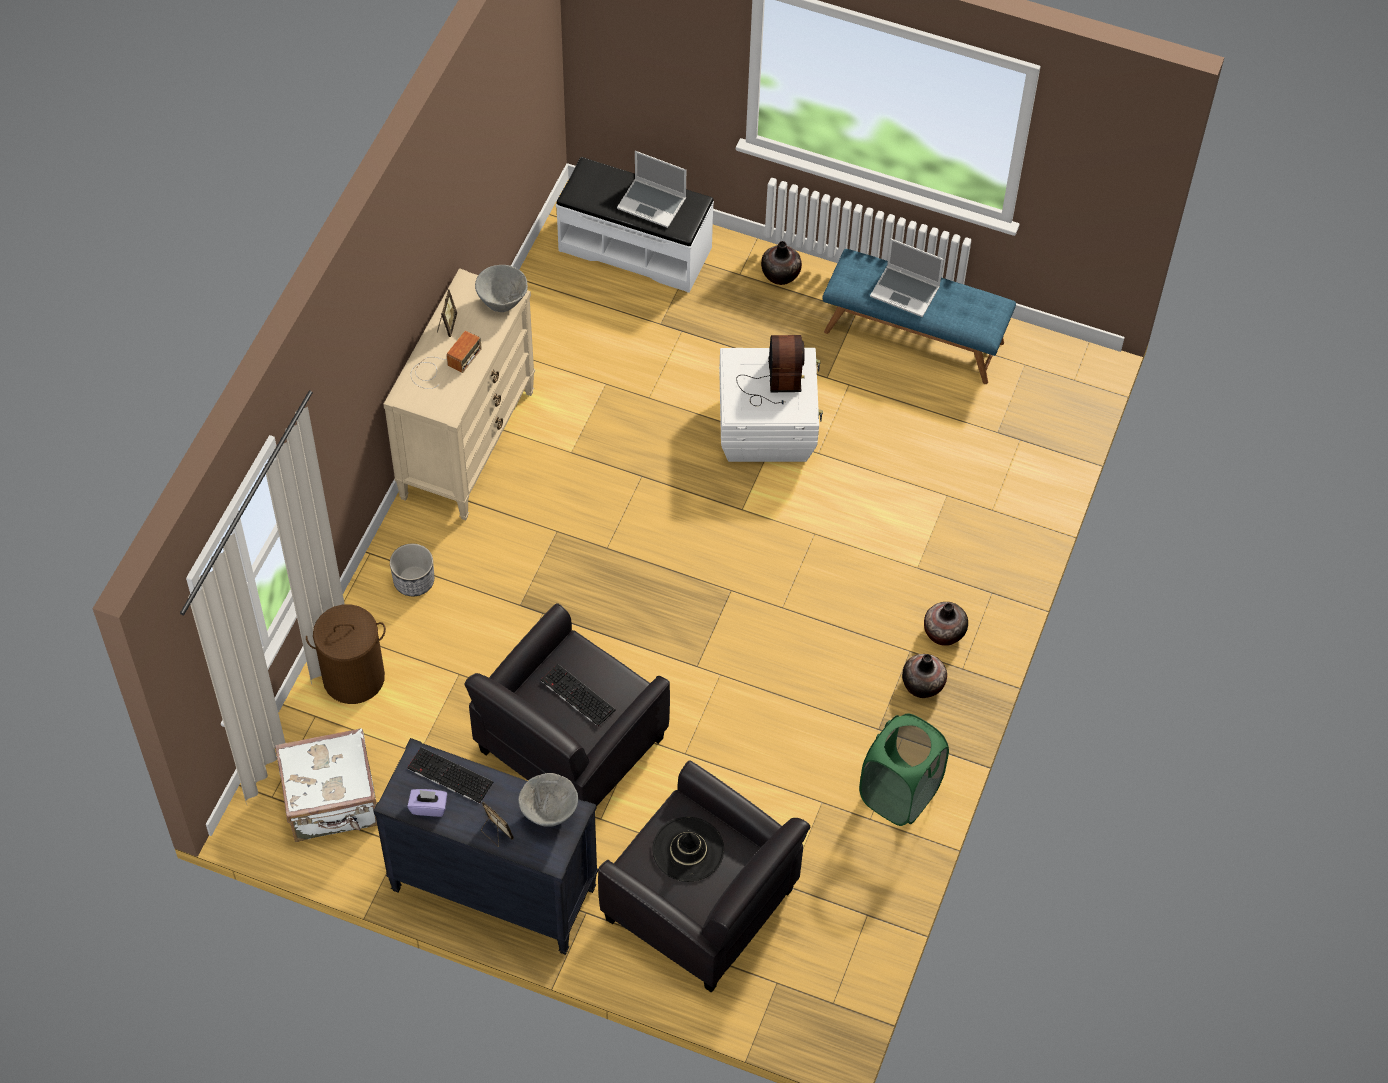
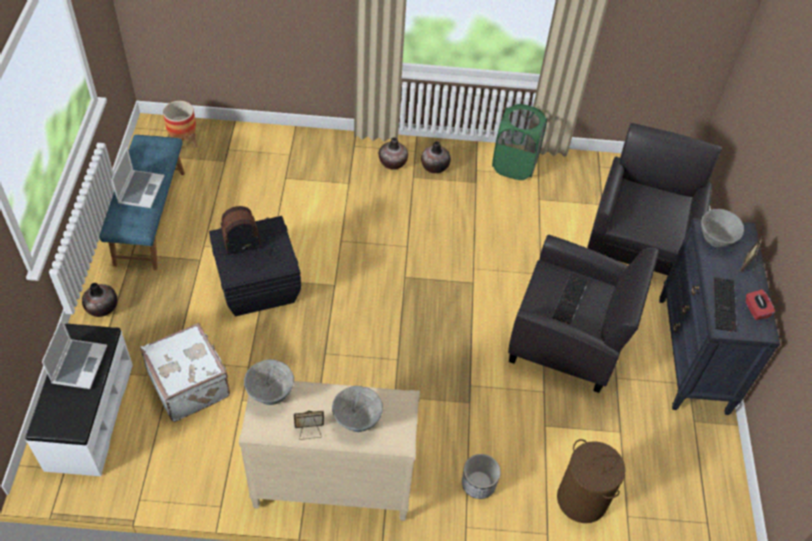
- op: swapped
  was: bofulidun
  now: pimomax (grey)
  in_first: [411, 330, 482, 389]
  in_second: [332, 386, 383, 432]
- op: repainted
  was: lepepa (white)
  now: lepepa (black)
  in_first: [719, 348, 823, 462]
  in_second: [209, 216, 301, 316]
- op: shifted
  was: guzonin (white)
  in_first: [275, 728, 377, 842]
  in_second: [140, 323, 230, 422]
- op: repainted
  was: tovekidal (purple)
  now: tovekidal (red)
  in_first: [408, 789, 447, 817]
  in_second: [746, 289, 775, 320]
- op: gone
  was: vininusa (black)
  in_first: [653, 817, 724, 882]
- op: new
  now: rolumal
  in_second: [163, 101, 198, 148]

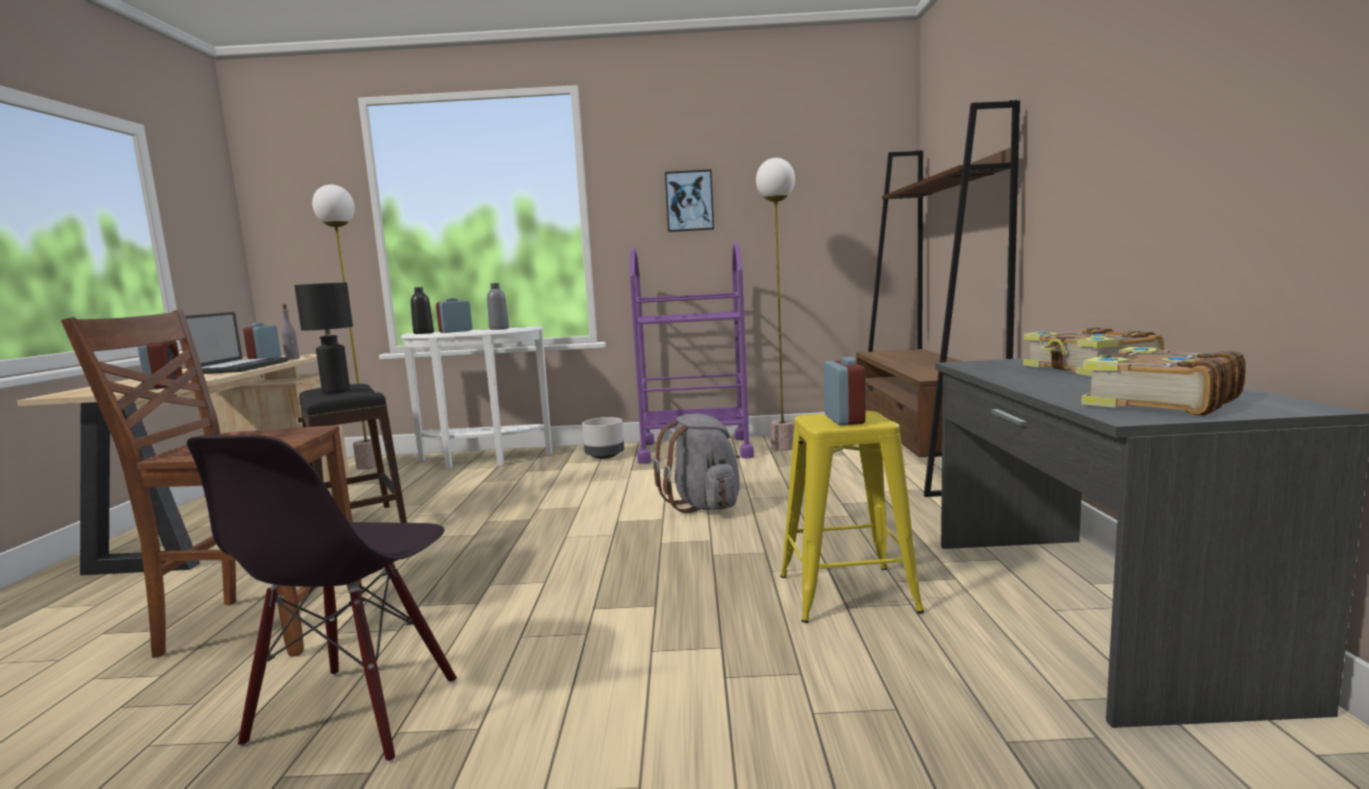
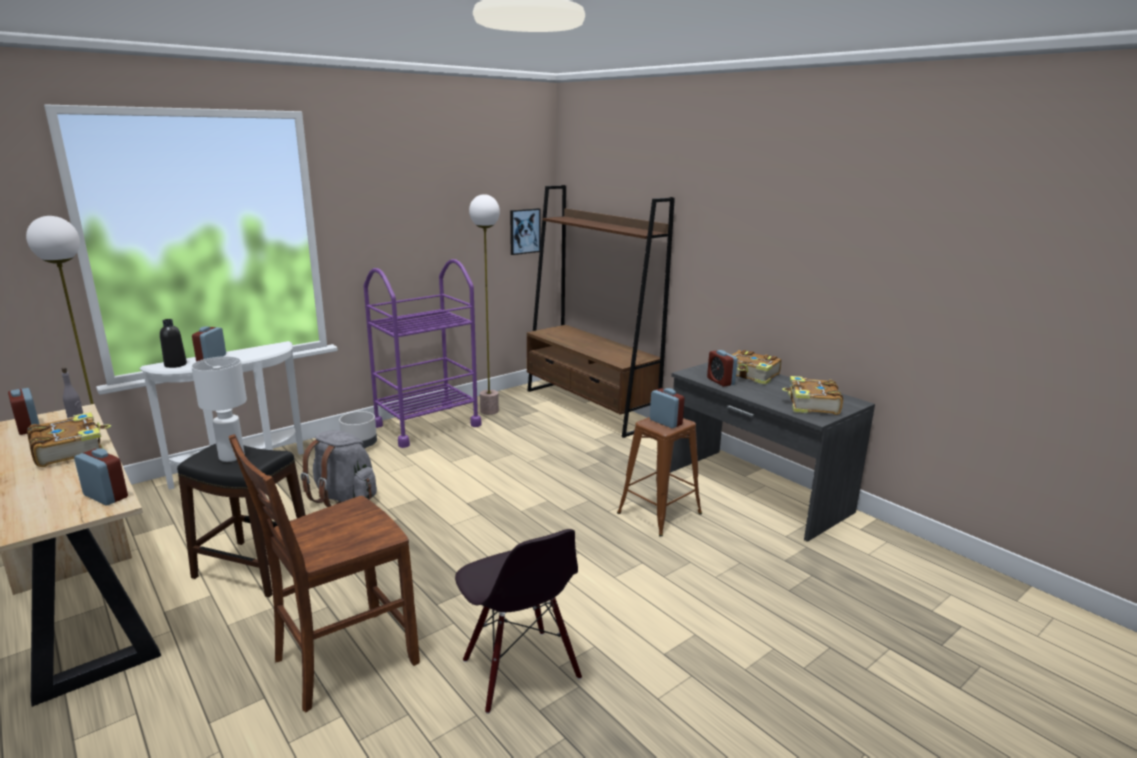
- op: shifted
  was: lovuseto
  in_first: [665, 169, 714, 232]
  in_second: [510, 208, 541, 255]
- op: repainted
  was: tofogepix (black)
  now: tofogepix (white)
  in_first: [294, 282, 353, 393]
  in_second: [191, 356, 247, 462]
- op: gone
  was: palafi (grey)
  in_first: [487, 283, 509, 330]
- op: swapped
  was: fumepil
  now: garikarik
  in_first: [185, 312, 288, 374]
  in_second: [27, 412, 111, 467]
- op: repainted
  was: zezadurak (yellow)
  now: zezadurak (brown)
  in_first: [780, 411, 924, 623]
  in_second: [617, 417, 702, 536]
- op: shifted
  was: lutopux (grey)
  in_first: [653, 414, 740, 513]
  in_second: [301, 430, 377, 507]
- op: new
  now: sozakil
  in_second: [707, 350, 738, 387]

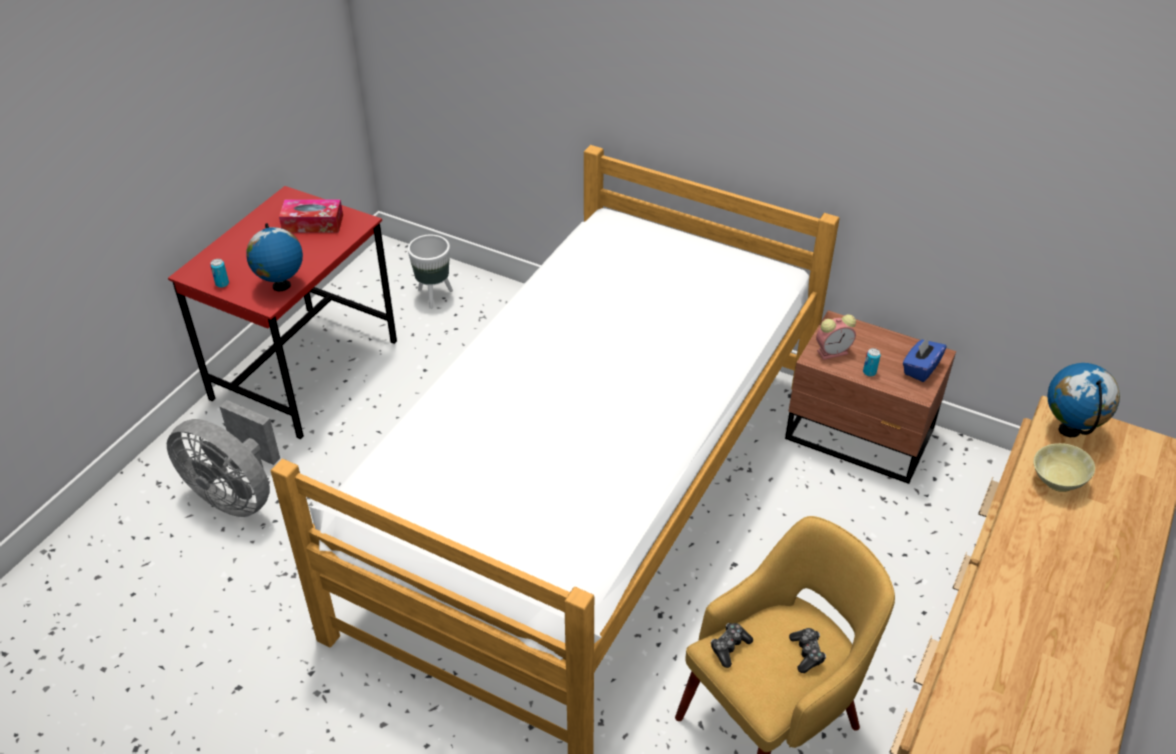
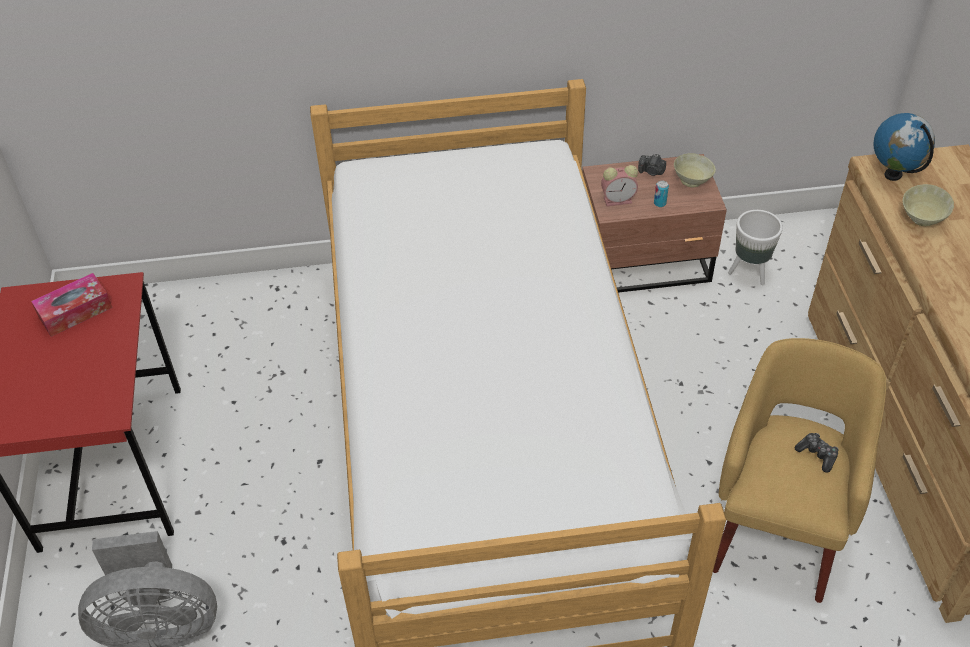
- op: gone
  was: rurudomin
  in_first: [246, 223, 303, 291]
- op: shifted
  was: rolumal (white)
  in_first: [408, 235, 453, 309]
  in_second: [728, 210, 783, 285]
- op: gone
  was: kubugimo
  in_first: [210, 259, 229, 288]
- op: rotated
  was: sozakil
  in_first: [816, 314, 856, 360]
  in_second: [601, 165, 638, 206]
  clockwise: 45
- op: swapped
  was: tovekidal (blue)
  now: pimomax (beige)
  in_first: [903, 337, 947, 382]
  in_second: [674, 153, 716, 187]
- op: gone
  was: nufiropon
  in_first: [711, 623, 753, 668]
- op: new
  now: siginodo
  in_second: [638, 154, 666, 176]

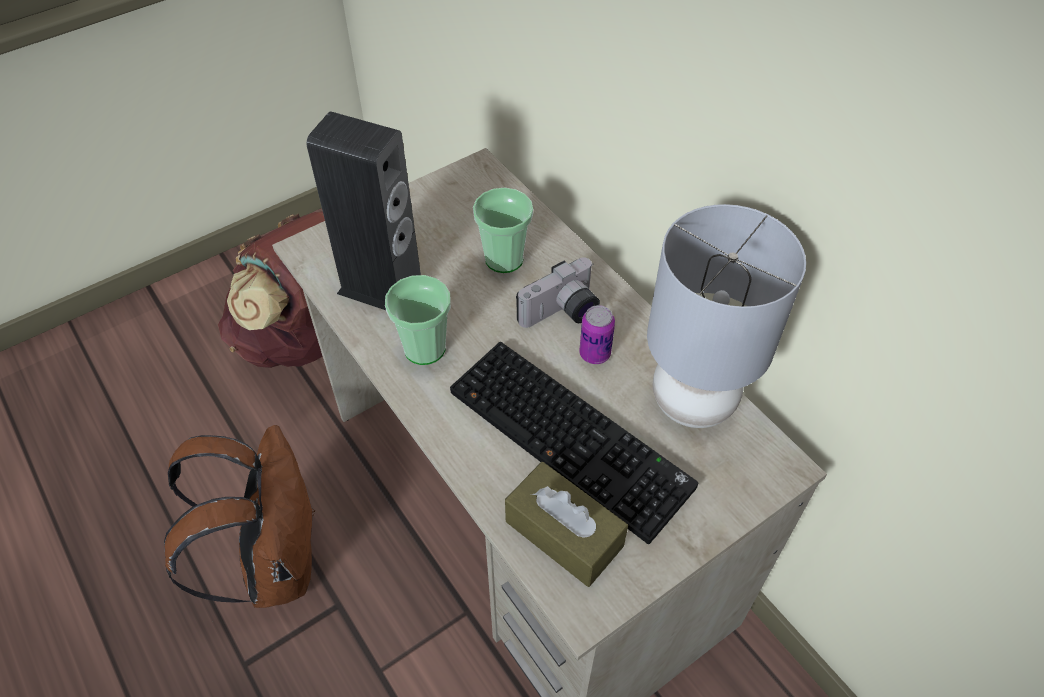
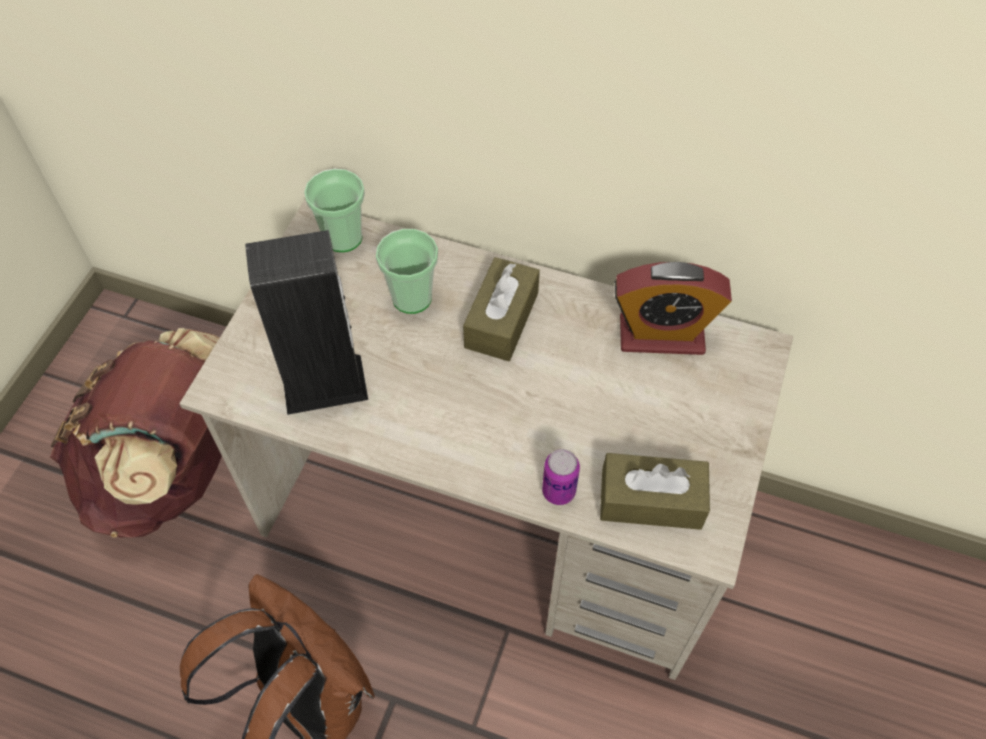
- op: swapped
  was: tofogepix (grey)
  now: sozakil
  in_first: [647, 204, 806, 428]
  in_second: [615, 262, 732, 355]
- op: swapped
  was: siginodo
  now: tovekidal (brown)
  in_first: [516, 257, 600, 328]
  in_second: [463, 257, 540, 361]
- op: shifted
  was: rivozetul
  in_first: [385, 275, 451, 365]
  in_second: [304, 169, 365, 252]
- op: shifted
  was: kubugimo
  in_first: [579, 305, 615, 364]
  in_second: [542, 449, 580, 505]
- op: gone
  was: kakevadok
  in_first: [450, 342, 698, 544]

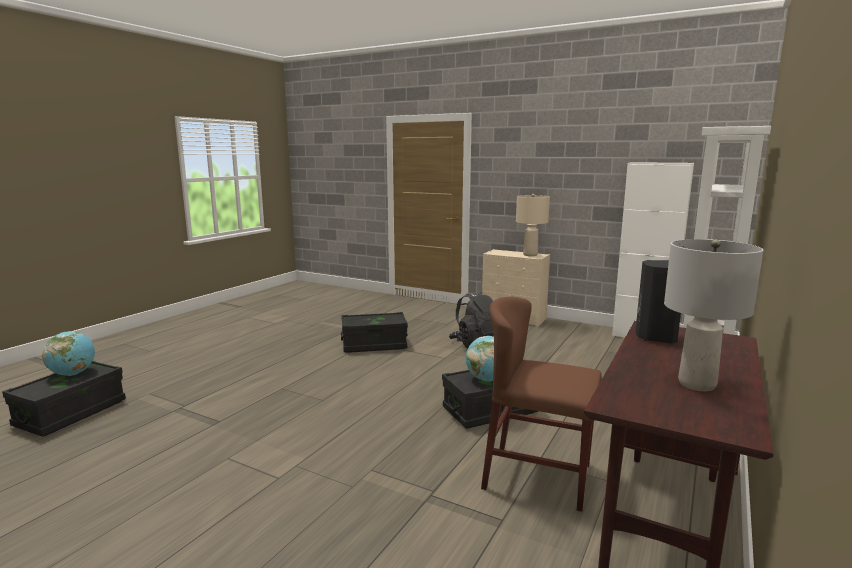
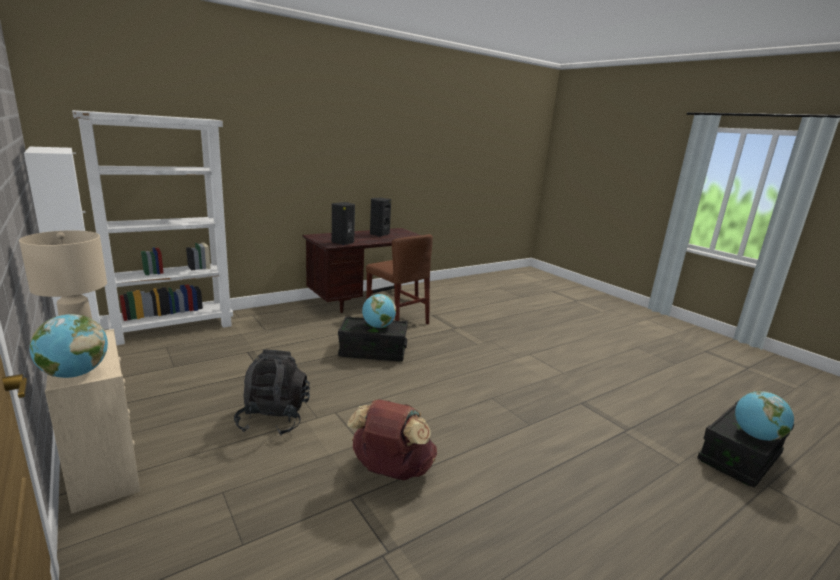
- op: swapped
  was: tofogepix (grey)
  now: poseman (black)
  in_first: [664, 239, 763, 391]
  in_second: [370, 198, 391, 237]
- op: swapped
  was: lepepa (black)
  now: lutopux (brown)
  in_first: [341, 312, 408, 353]
  in_second: [347, 399, 437, 480]
- op: new
  now: rurudomin
  in_second: [30, 314, 108, 378]

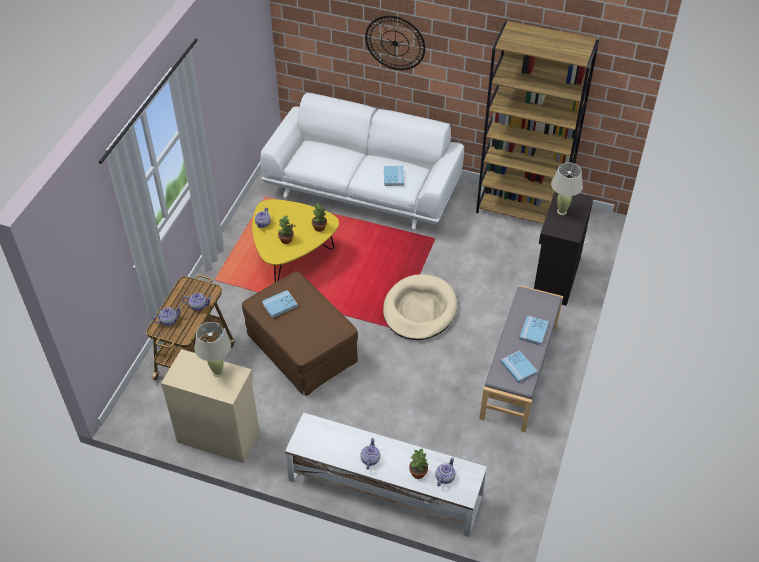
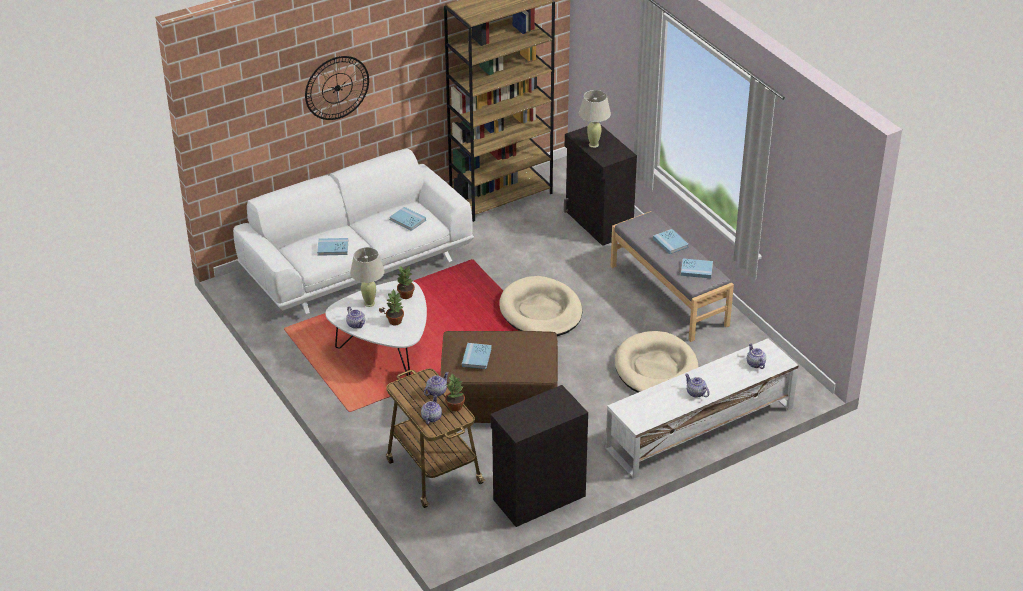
- op: repainted
  was: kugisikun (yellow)
  now: kugisikun (white)
  in_first: [252, 199, 339, 282]
  in_second: [325, 281, 427, 376]
- op: shifted
  was: tofogepix (beige)
  in_first: [194, 322, 231, 377]
  in_second: [350, 247, 385, 307]
- op: repainted
  was: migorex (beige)
  now: migorex (black)
  in_first: [161, 349, 260, 463]
  in_second: [490, 385, 588, 527]
- op: shifted
  was: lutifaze
  in_first: [409, 448, 429, 479]
  in_second: [445, 374, 465, 411]
- op: new
  now: garikarik (blue)
  in_second: [317, 238, 348, 256]
- op: new
  now: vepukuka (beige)
  in_second: [615, 331, 698, 392]

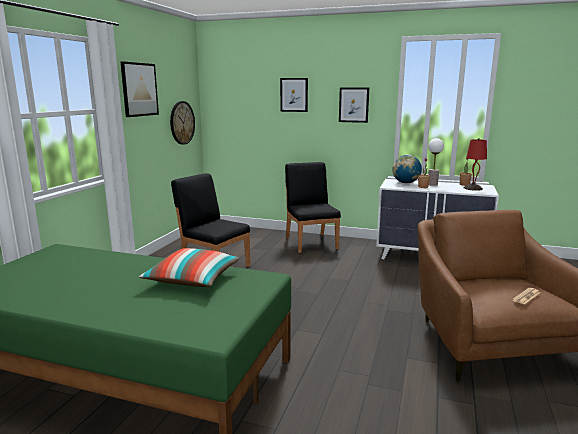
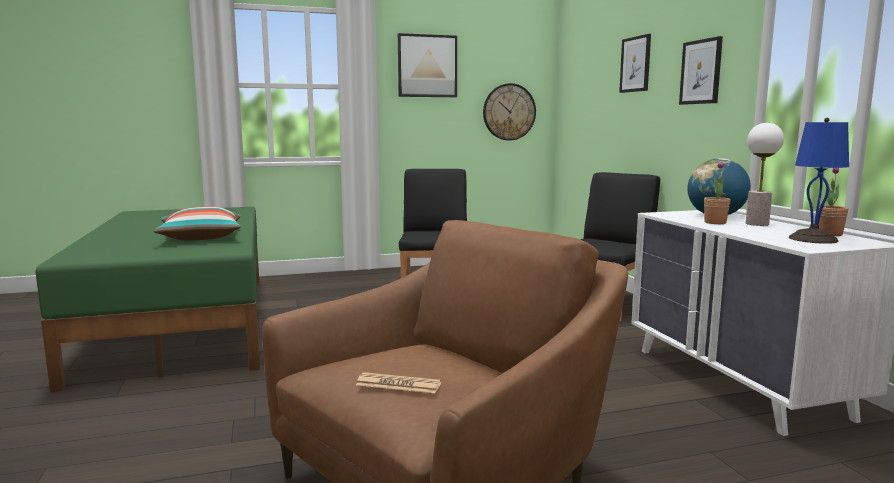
- op: repainted
  was: tofogepix (red)
  now: tofogepix (blue)
  in_first: [464, 138, 487, 191]
  in_second: [789, 118, 849, 244]

